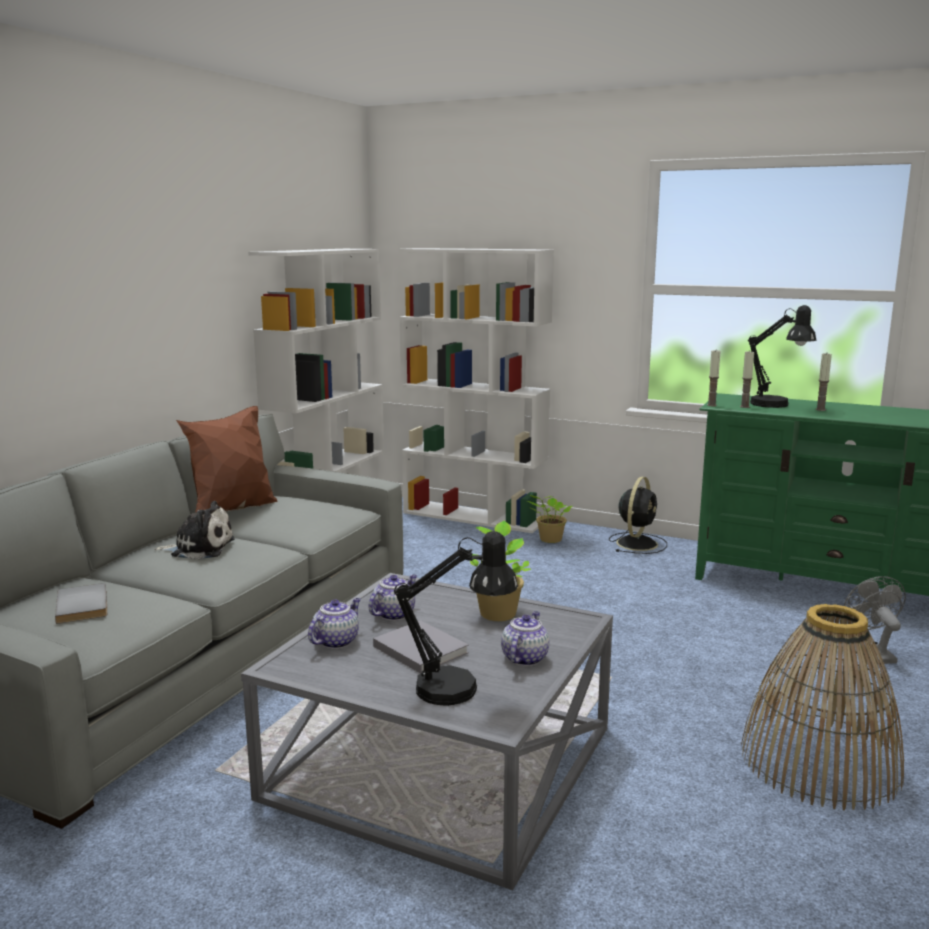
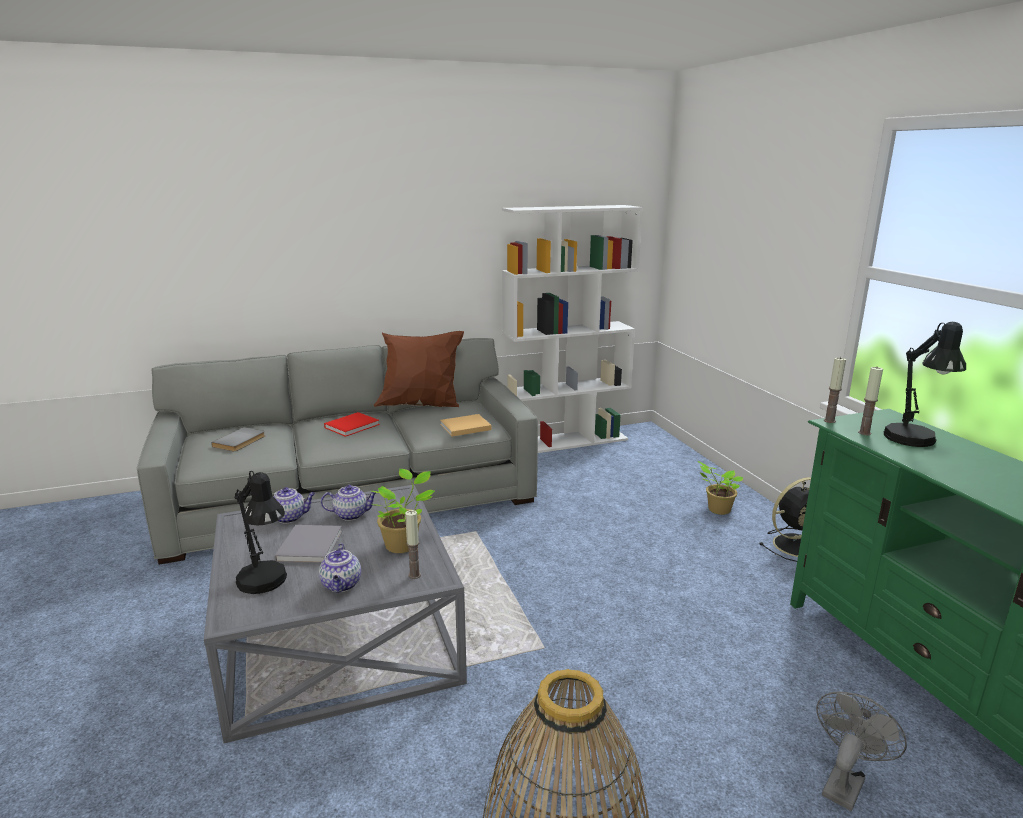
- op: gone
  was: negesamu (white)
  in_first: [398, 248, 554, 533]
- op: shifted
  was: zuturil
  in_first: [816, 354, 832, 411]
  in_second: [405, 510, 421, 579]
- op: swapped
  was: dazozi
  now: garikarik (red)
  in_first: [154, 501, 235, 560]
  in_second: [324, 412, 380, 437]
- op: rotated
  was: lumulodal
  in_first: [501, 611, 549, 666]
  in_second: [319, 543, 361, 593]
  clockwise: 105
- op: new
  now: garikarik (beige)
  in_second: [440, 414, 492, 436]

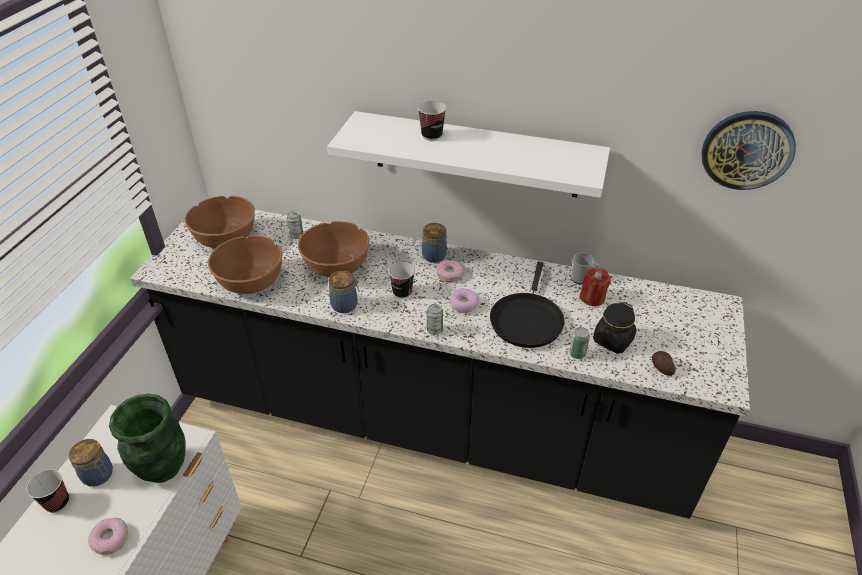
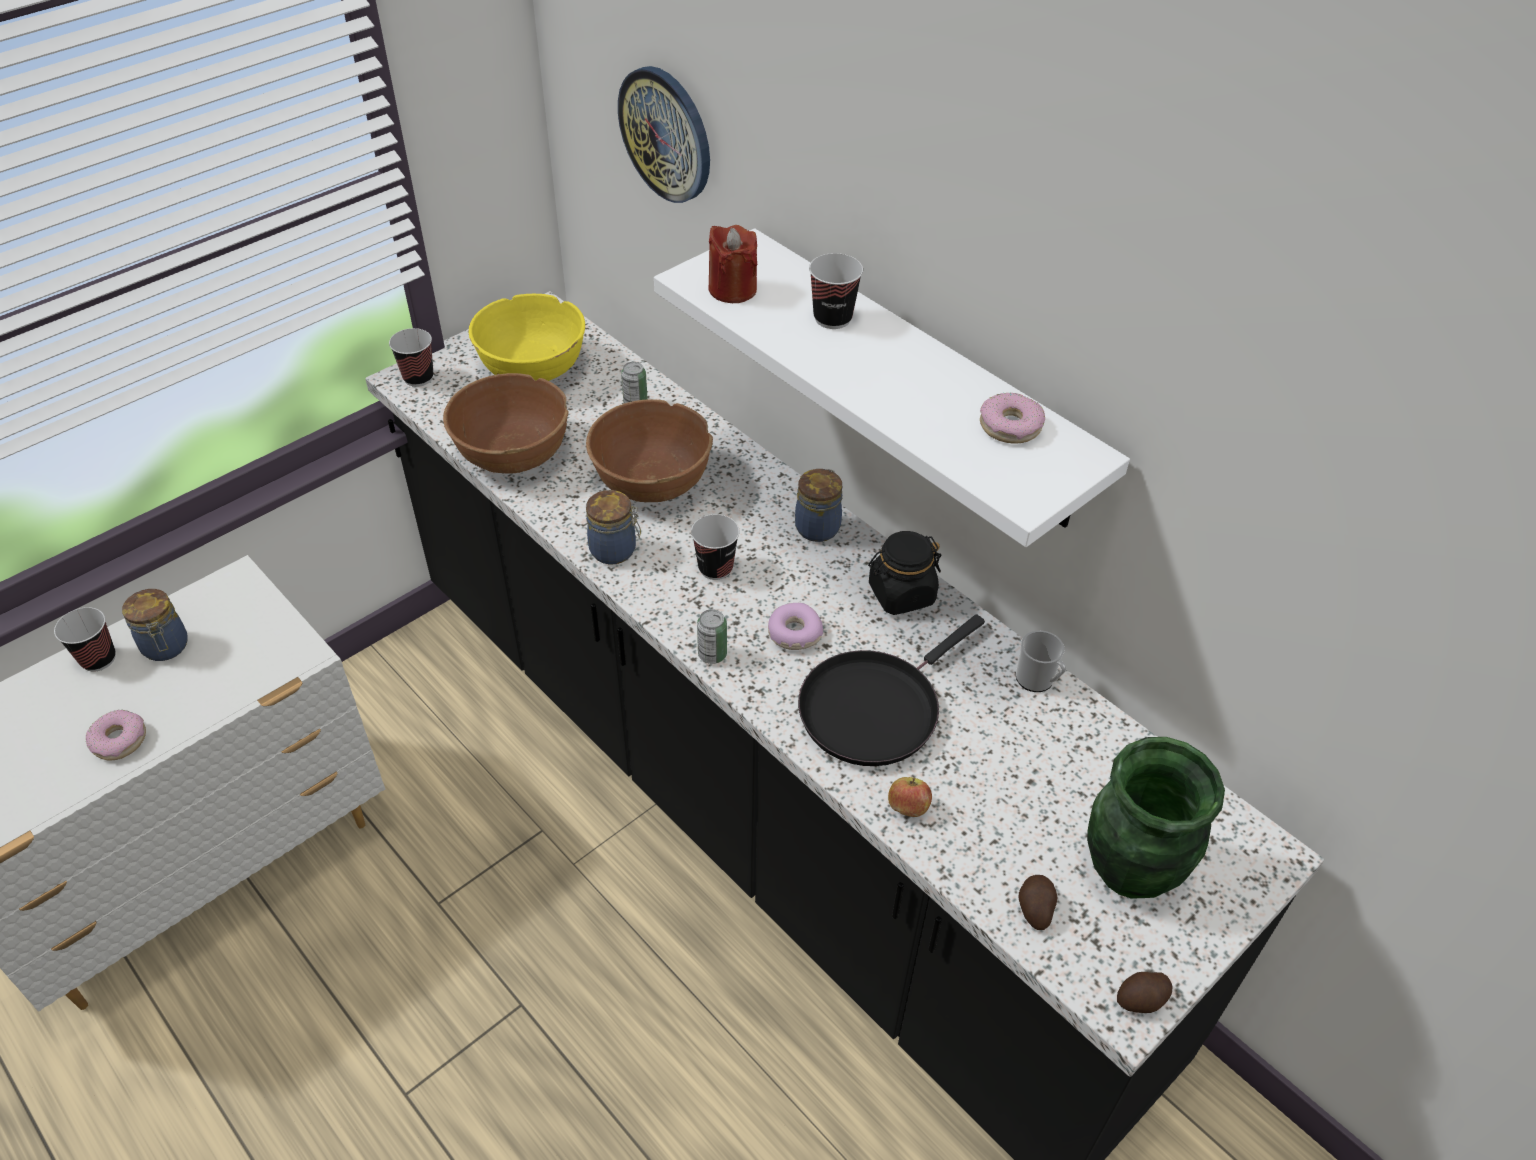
- op: shifted
  was: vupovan
  in_first: [702, 111, 796, 190]
  in_second: [618, 66, 710, 203]
- op: repainted
  was: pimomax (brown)
  now: pimomax (yellow)
  in_first: [184, 196, 255, 248]
  in_second: [469, 294, 585, 381]
- op: shifted
  was: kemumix
  in_first: [436, 260, 464, 282]
  in_second: [980, 392, 1045, 444]
- op: shifted
  was: zuturil (red)
  in_first: [579, 268, 611, 306]
  in_second: [708, 225, 757, 303]
- op: shifted
  was: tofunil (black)
  in_first: [593, 302, 637, 354]
  in_second: [868, 531, 941, 615]
- op: swapped
  was: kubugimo
  now: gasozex
  in_first: [569, 327, 590, 359]
  in_second: [888, 777, 932, 817]
- op: shifted
  was: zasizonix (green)
  in_first: [109, 394, 186, 483]
  in_second: [1087, 737, 1225, 899]
- op: new
  now: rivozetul
  in_second: [389, 328, 433, 387]
- op: new
  now: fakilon
  in_second: [1117, 972, 1172, 1013]

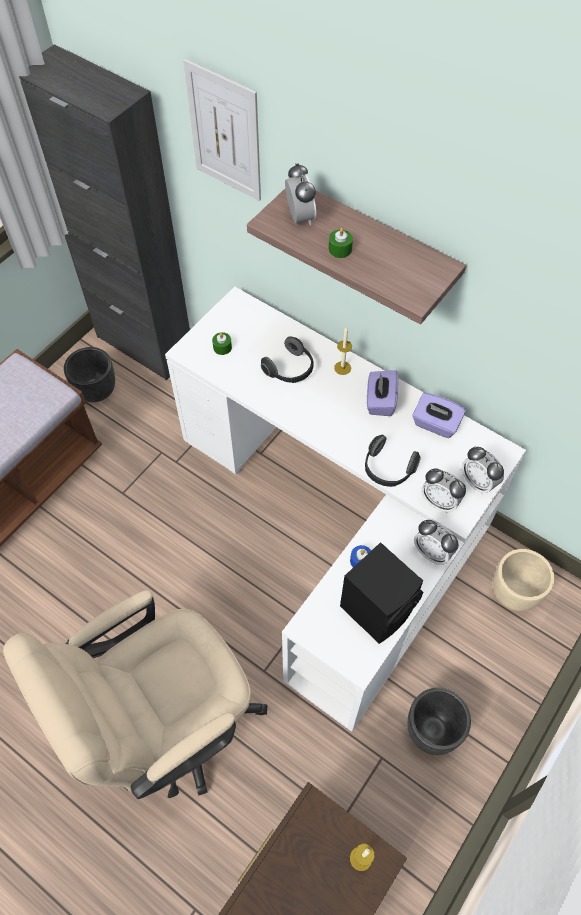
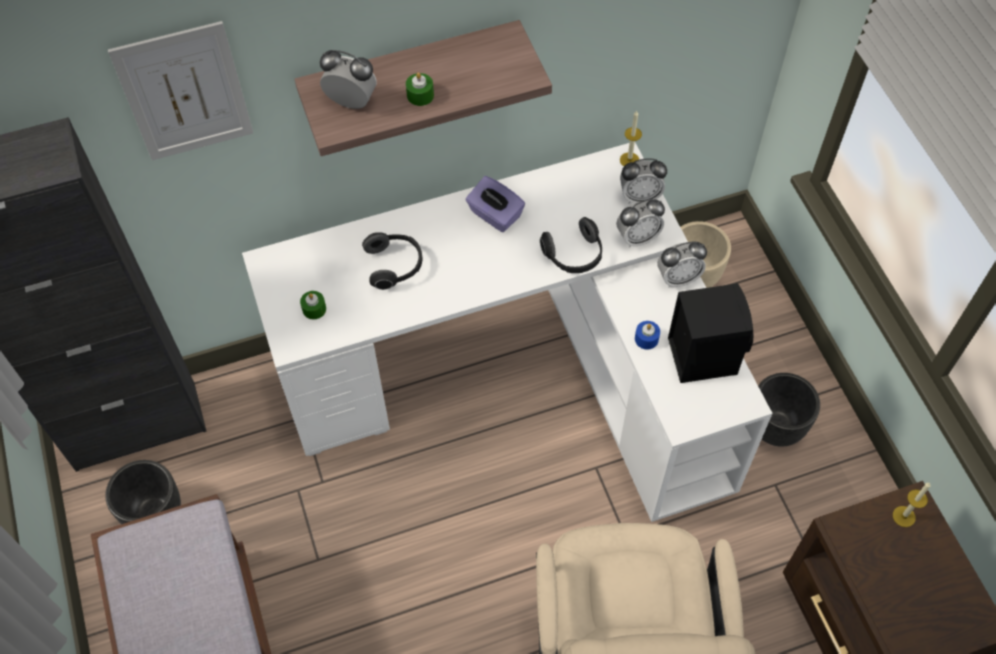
- op: shifted
  was: zuturil
  in_first: [334, 326, 352, 375]
  in_second: [620, 110, 642, 166]
- op: gone
  was: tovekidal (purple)
  in_first: [412, 393, 466, 438]

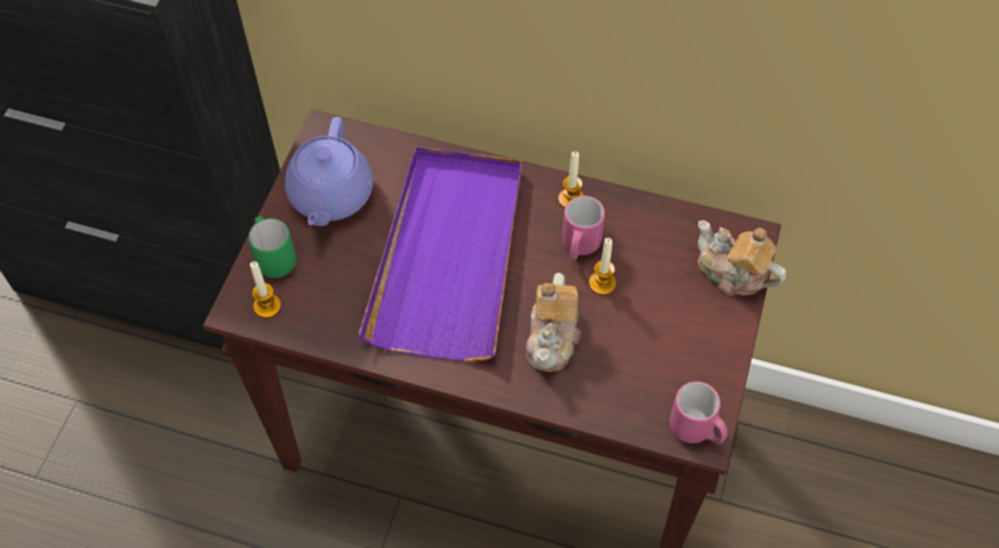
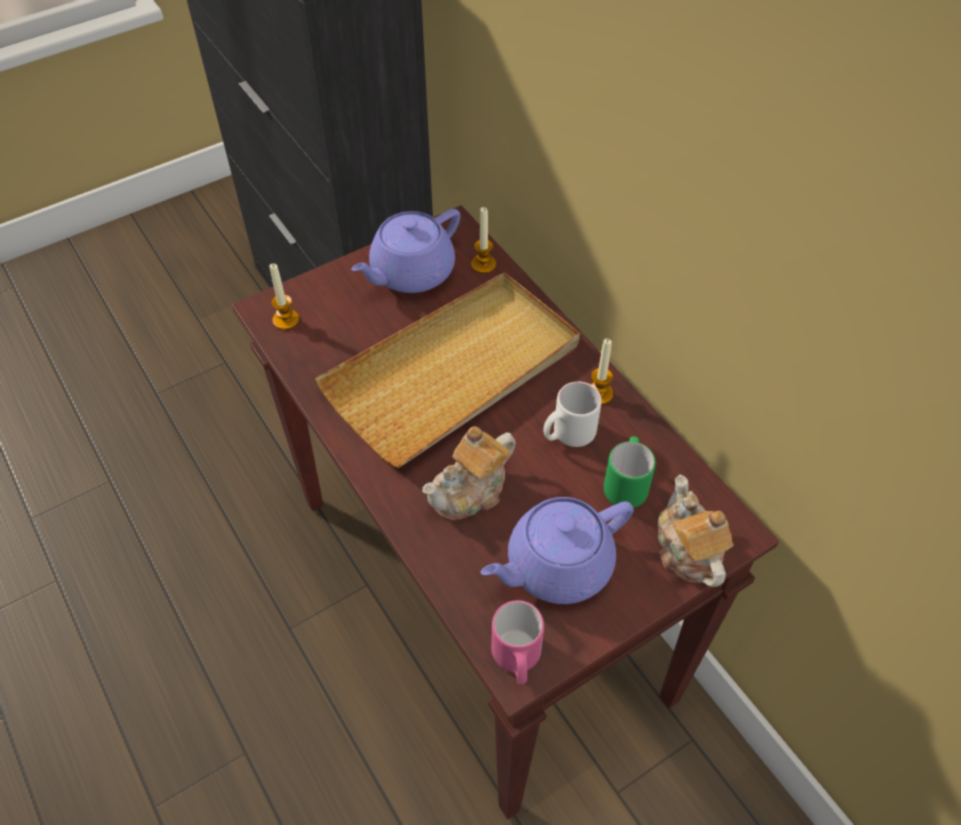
- op: repainted
  was: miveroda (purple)
  now: miveroda (beige)
  in_first: [358, 147, 522, 362]
  in_second: [315, 272, 580, 468]
- op: repainted
  was: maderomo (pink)
  now: maderomo (white)
  in_first: [562, 196, 605, 260]
  in_second: [543, 382, 602, 447]
- op: shifted
  was: maderomo (green)
  in_first: [248, 216, 296, 278]
  in_second: [604, 436, 656, 508]
- op: shifted
  was: zuturil
  in_first: [589, 238, 616, 295]
  in_second: [471, 207, 496, 274]
- op: new
  now: lumulodal (purple)
  in_second: [481, 497, 634, 604]

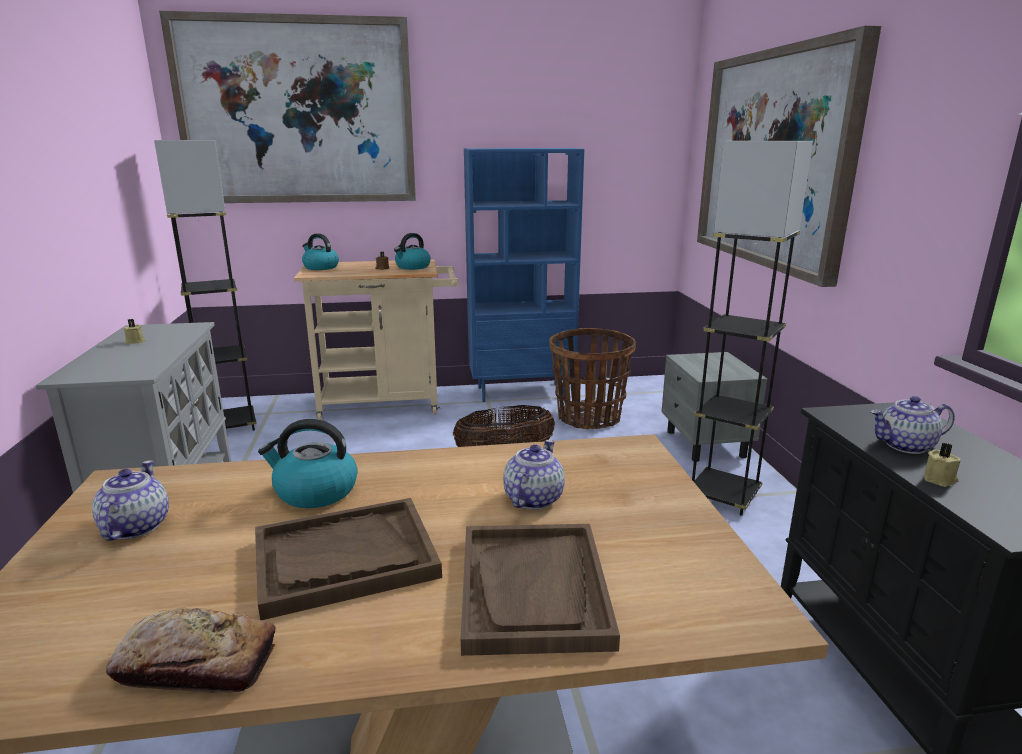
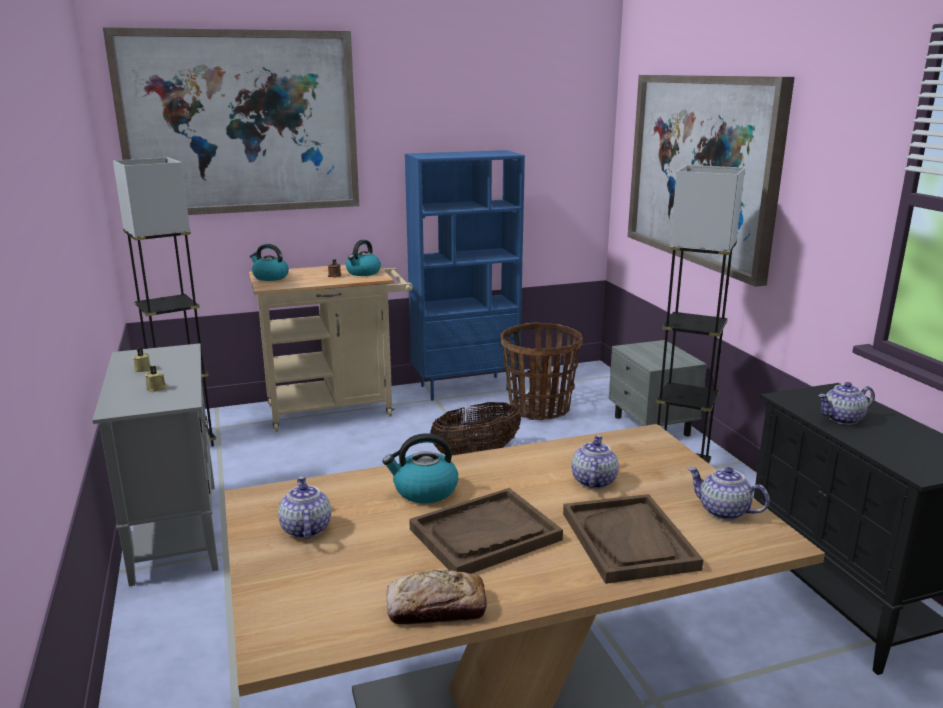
- op: shifted
  was: zuturil (beige)
  in_first: [924, 443, 961, 487]
  in_second: [145, 366, 167, 392]
- op: new
  now: lumulodal
  in_second: [688, 467, 770, 520]

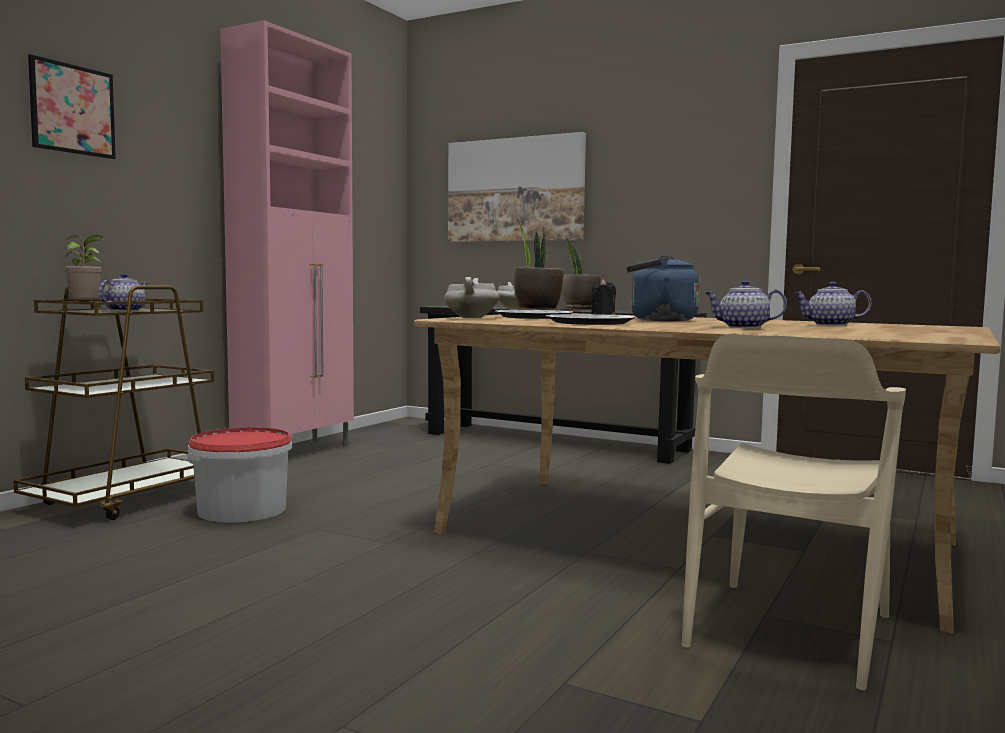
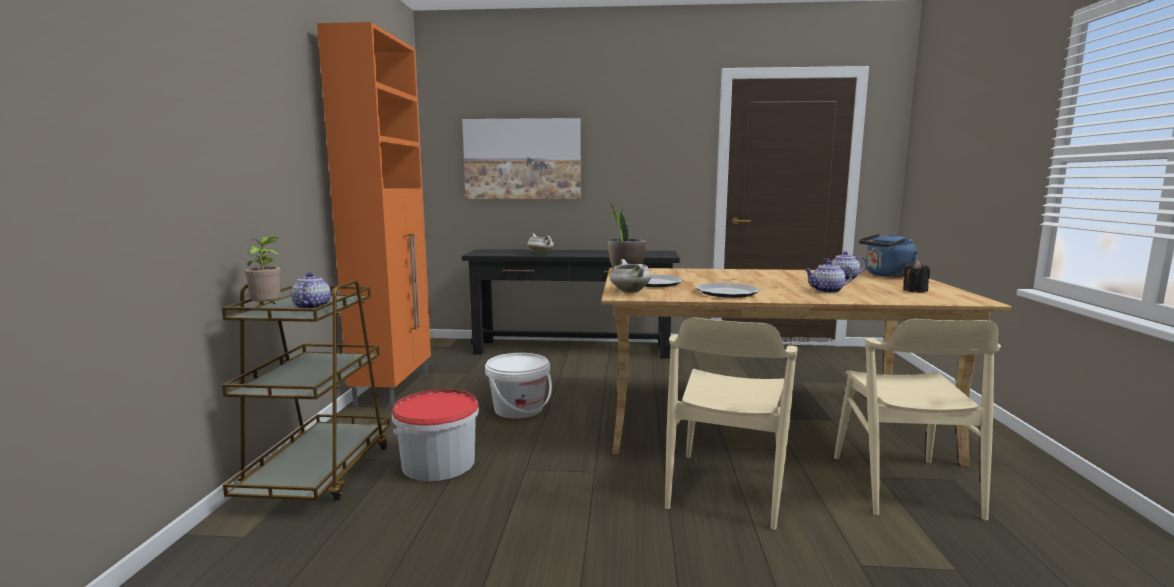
- op: repainted
  was: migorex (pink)
  now: migorex (orange)
  in_first: [220, 20, 354, 446]
  in_second: [317, 22, 431, 410]
- op: gone
  was: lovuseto
  in_first: [28, 54, 116, 159]
- op: gone
  was: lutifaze
  in_first: [562, 238, 600, 309]
- op: shifted
  was: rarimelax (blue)
  in_first: [626, 254, 700, 321]
  in_second: [859, 233, 917, 277]
- op: shifted
  was: zuturil (black)
  in_first: [591, 279, 616, 315]
  in_second: [903, 260, 930, 293]
- op: new
  now: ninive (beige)
  in_second: [665, 317, 798, 530]
- op: new
  now: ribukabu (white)
  in_second: [485, 353, 552, 419]

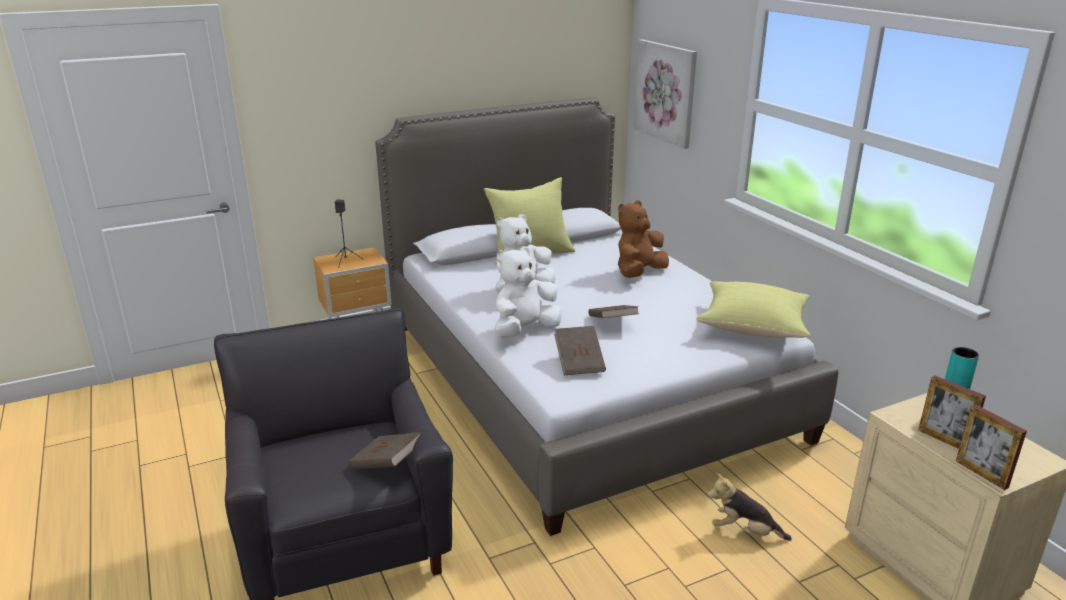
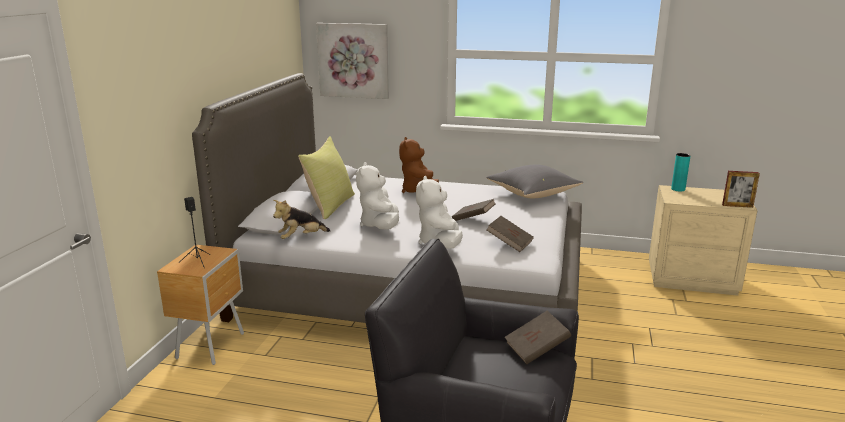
- op: repainted
  was: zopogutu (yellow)
  now: zopogutu (grey)
  in_first: [696, 281, 811, 338]
  in_second: [487, 165, 583, 198]
- op: gone
  was: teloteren
  in_first: [918, 375, 986, 449]
- op: shifted
  was: dazozi
  in_first: [707, 473, 792, 541]
  in_second: [273, 200, 330, 239]

